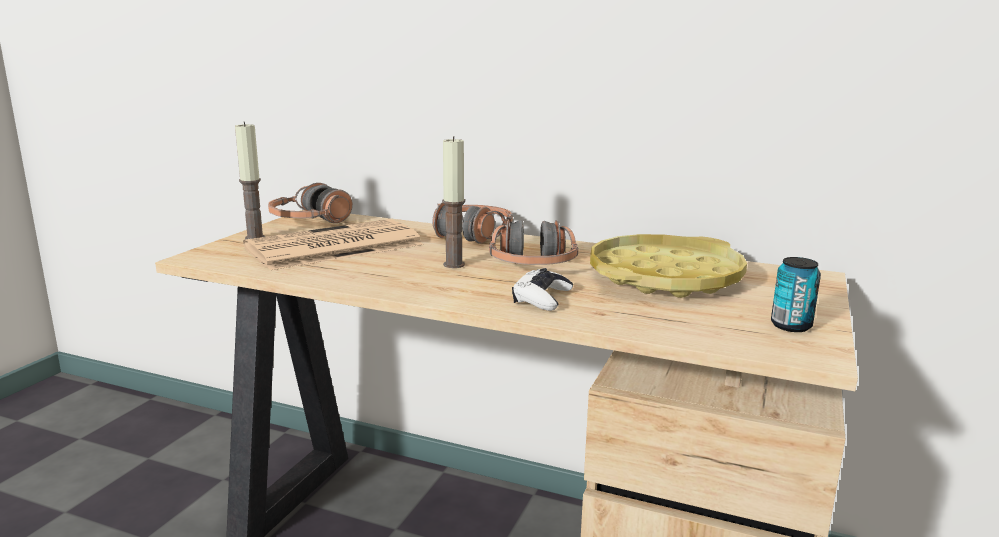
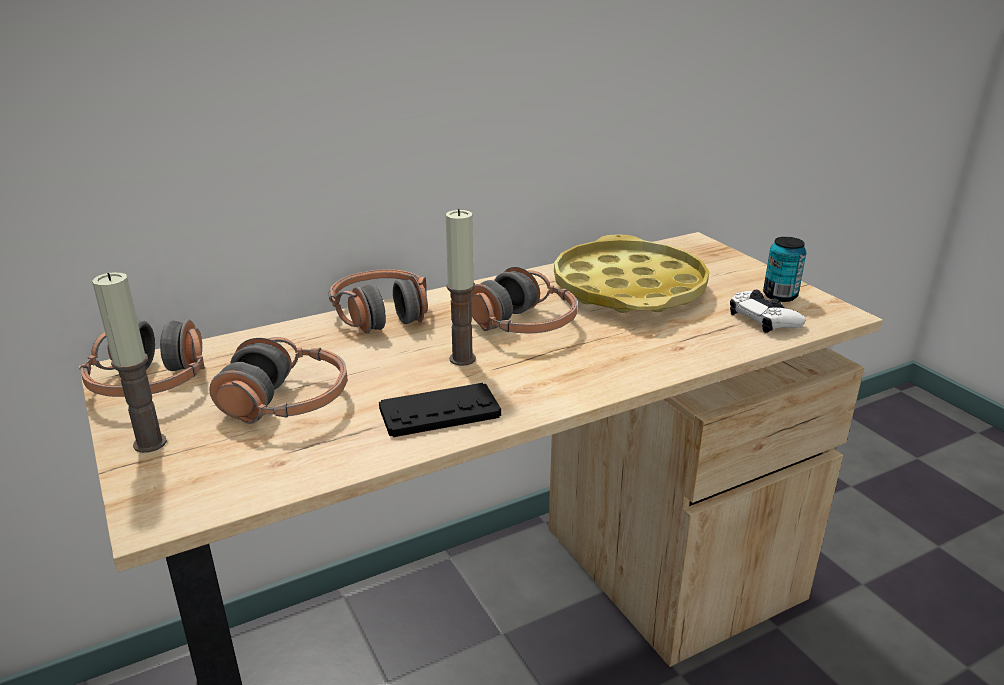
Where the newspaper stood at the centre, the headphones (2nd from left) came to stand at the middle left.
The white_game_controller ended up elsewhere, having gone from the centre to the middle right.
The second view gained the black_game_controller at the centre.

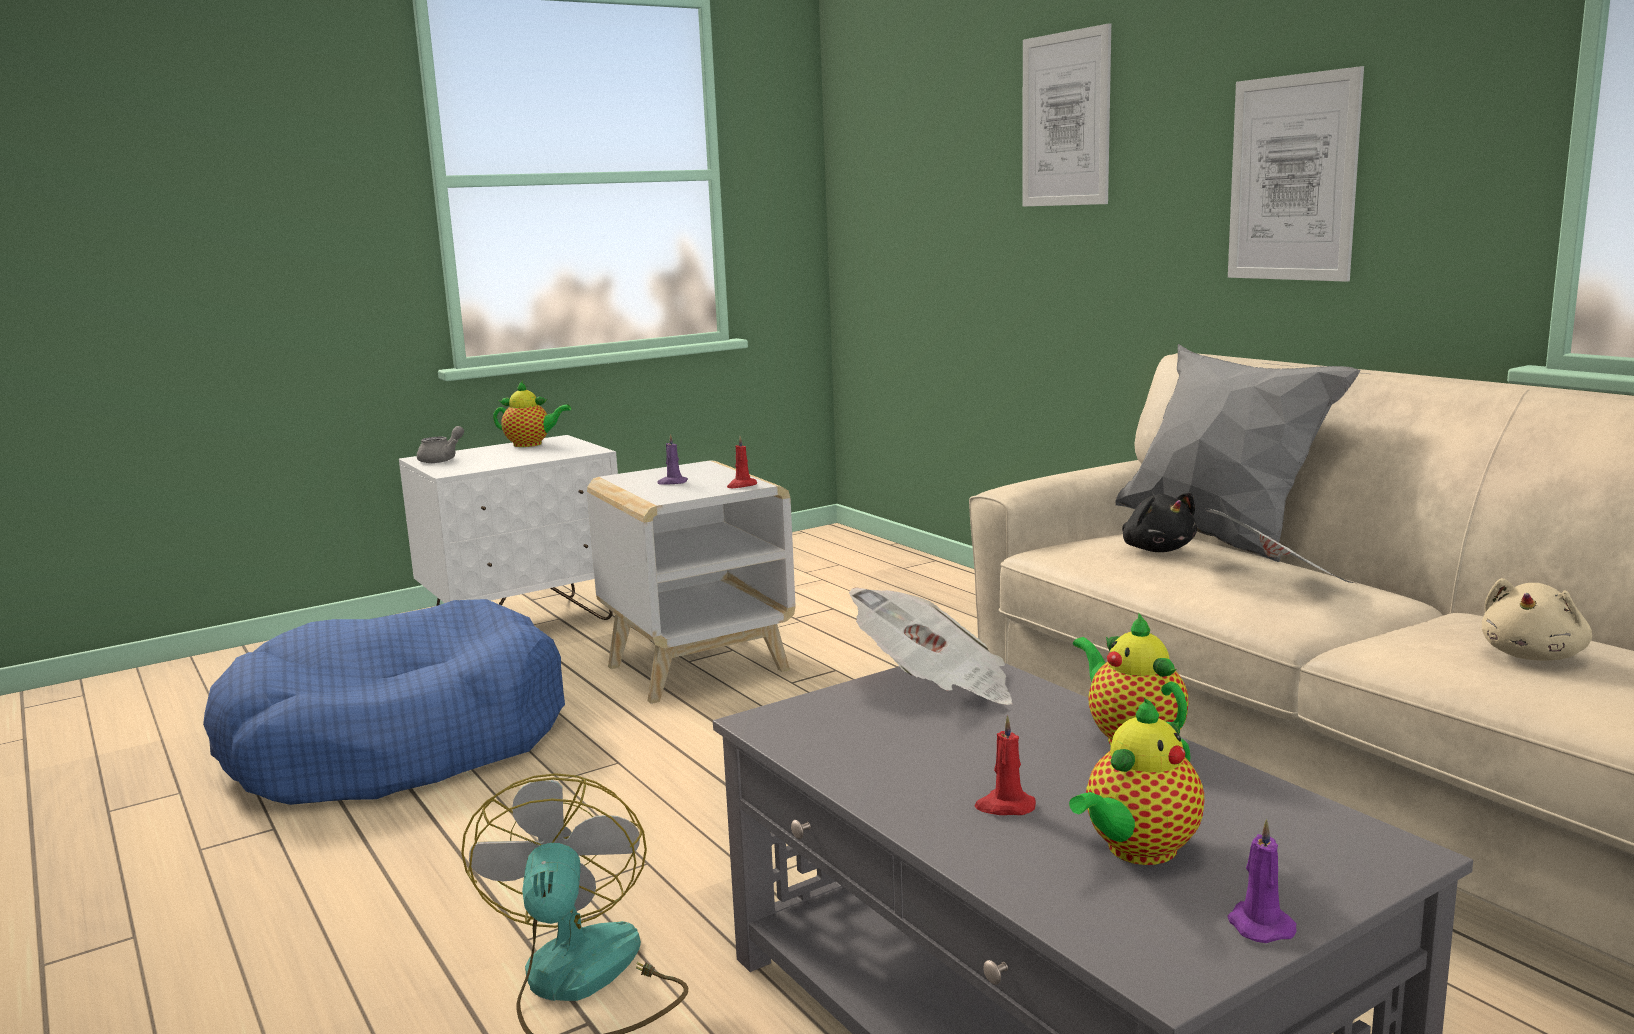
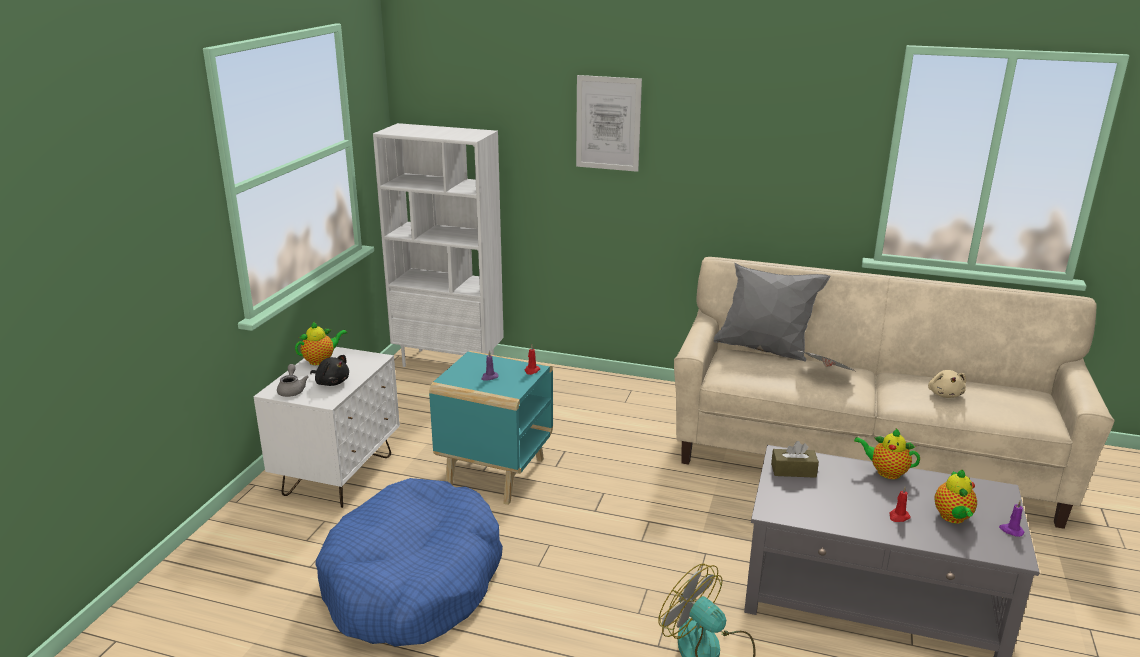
What was the white_side_table at the centre turned into the turquoise_side_table at the centre.
Where the newspaper (1st from left) stood at the centre, the brown_tissue_box came to stand at the bottom right.
The black_plush_toy ended up elsewhere, having gone from the middle right to the middle left.
The second view lost the picture (2nd from left) at the top right.
The second view gained the white_bookcase at the centre.

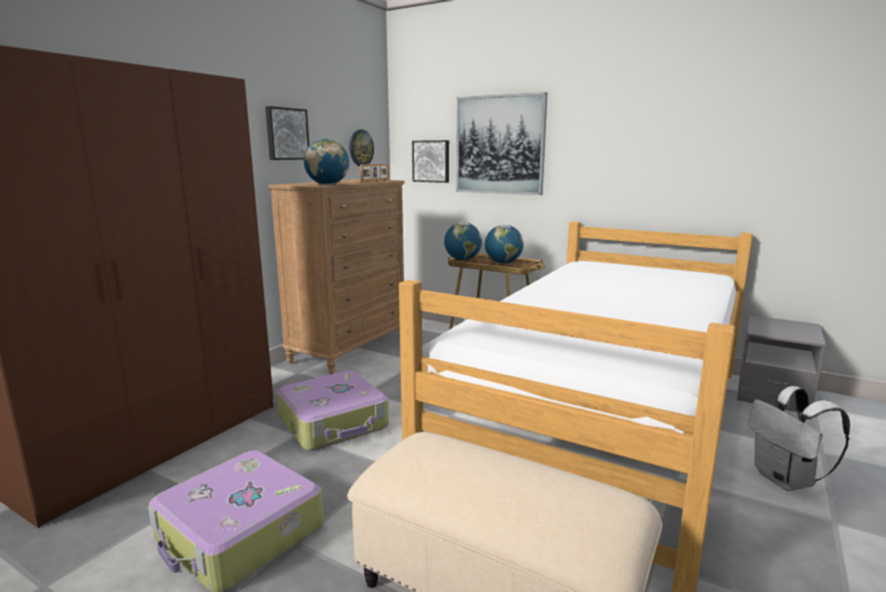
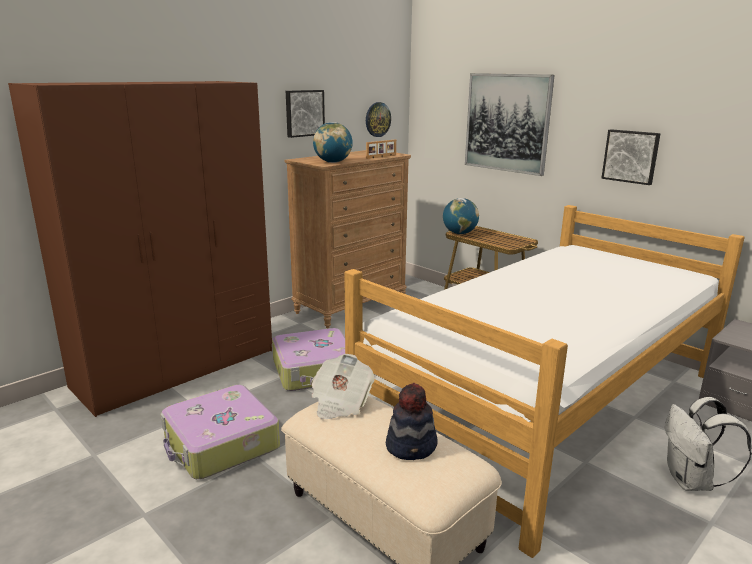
The picture (2nd from left in the first image) ended up elsewhere, having gone from the top centre to the top right.
The second view lost the globe (3rd from left) at the centre.
The second view gained the newspaper at the bottom centre.
The second view gained the hat at the bottom centre.

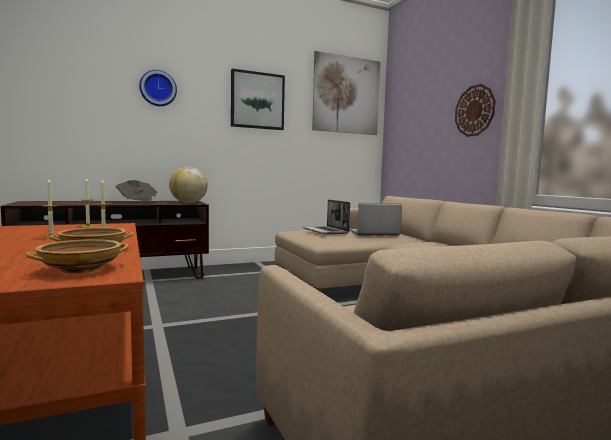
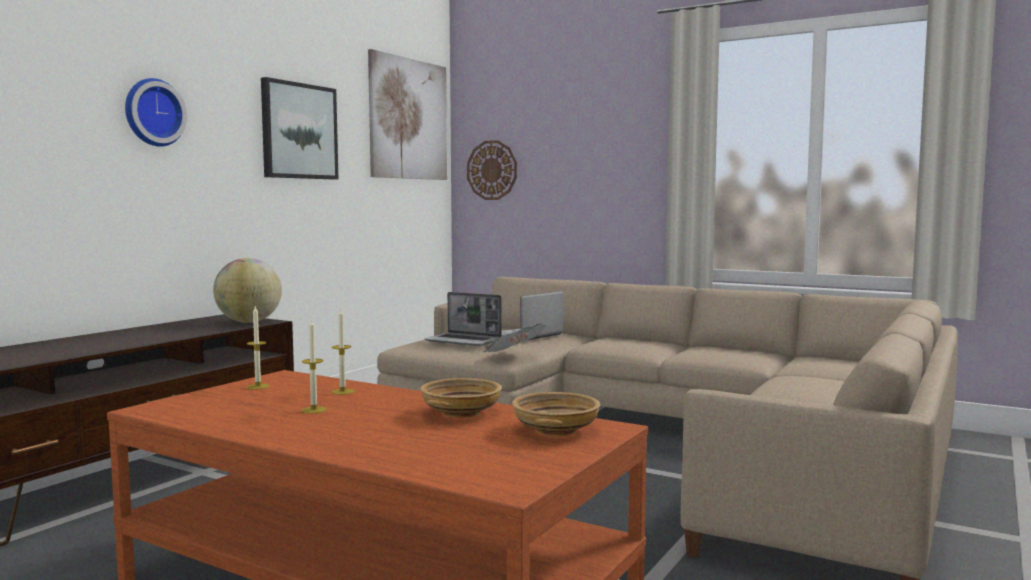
The newspaper ended up elsewhere, having gone from the middle left to the centre.
The wall_clock (2nd from left) ended up elsewhere, having gone from the top right to the top centre.

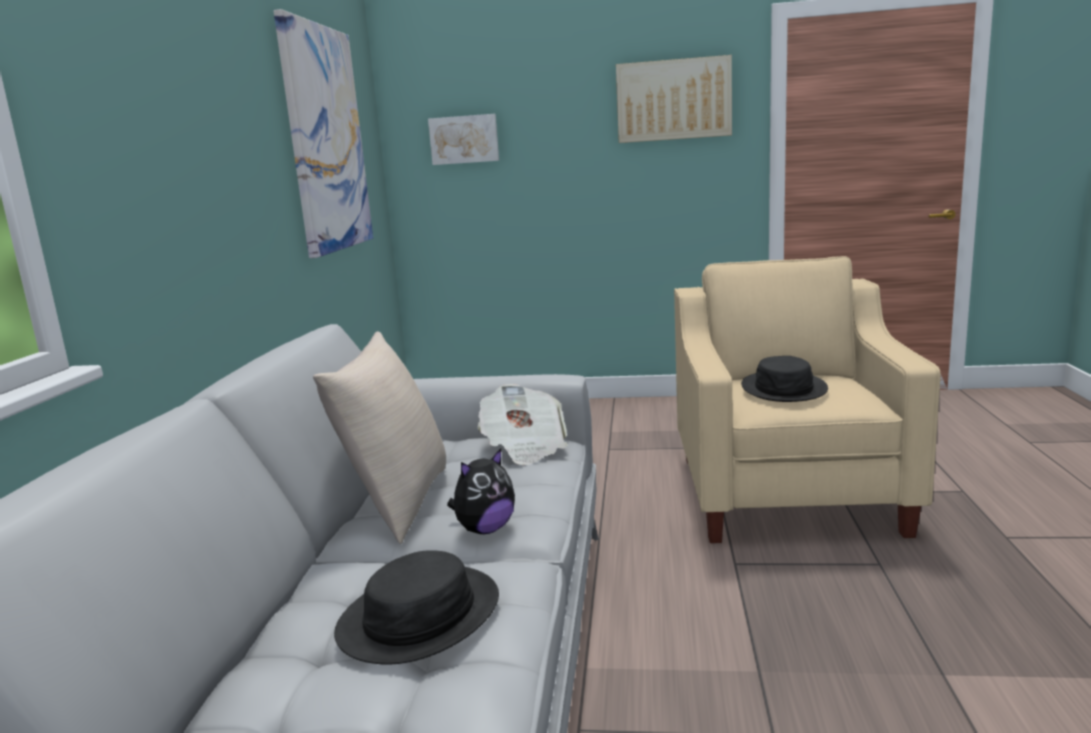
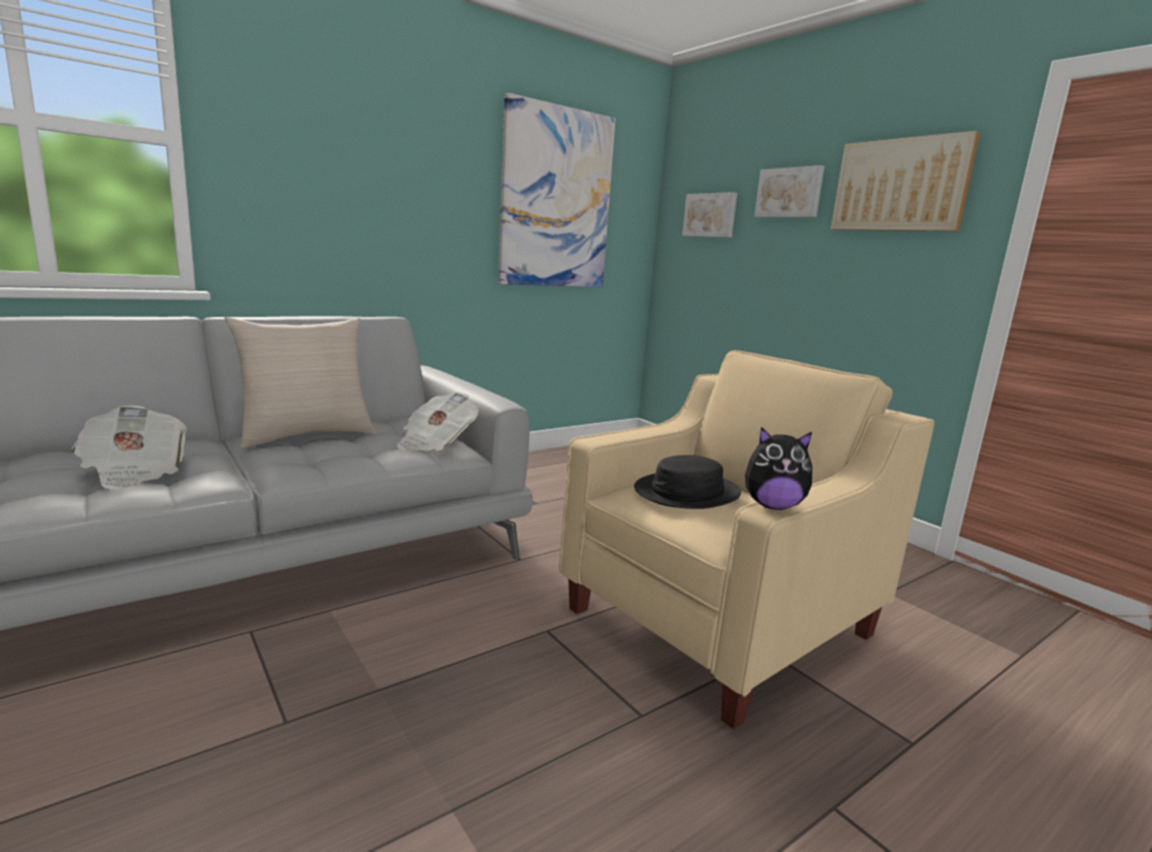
Where the black_hat (1st from left) stood at the bottom centre, the newspaper (1st from left) came to stand at the middle left.
The plush_toy ended up elsewhere, having gone from the bottom centre to the middle right.
The second view gained the picture (3rd from left) at the top right.

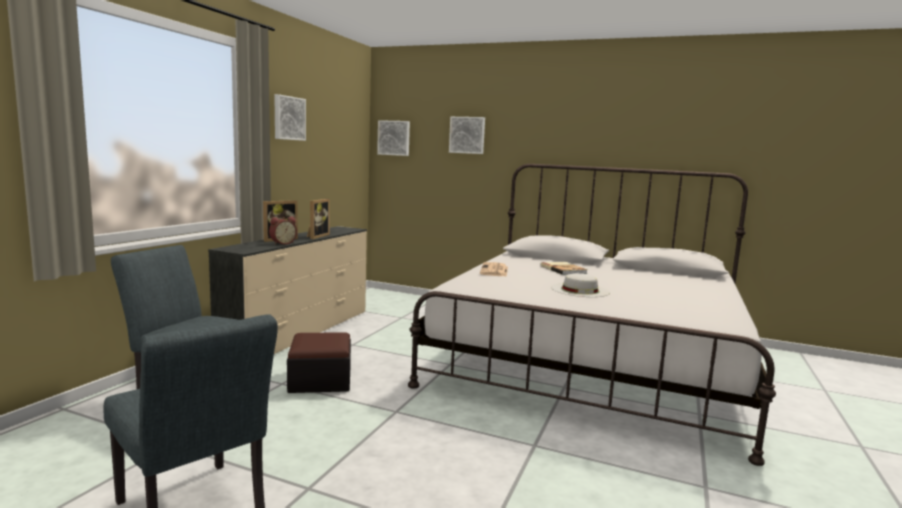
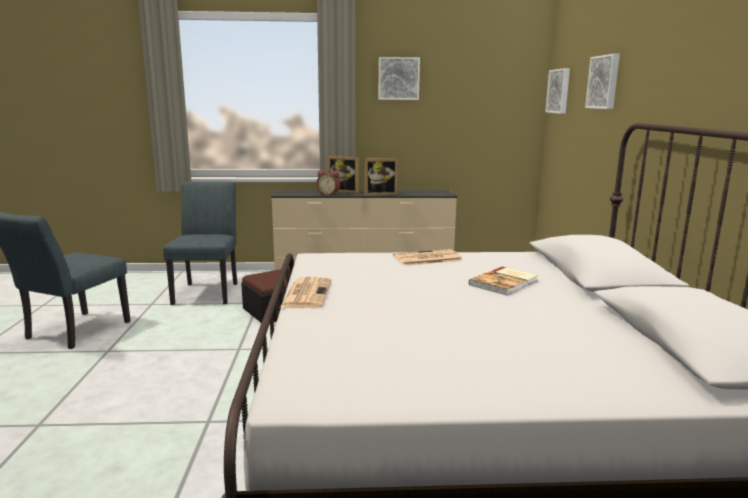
The second view lost the white_hat at the centre.
The second view gained the newspaper (1st from left) at the centre.

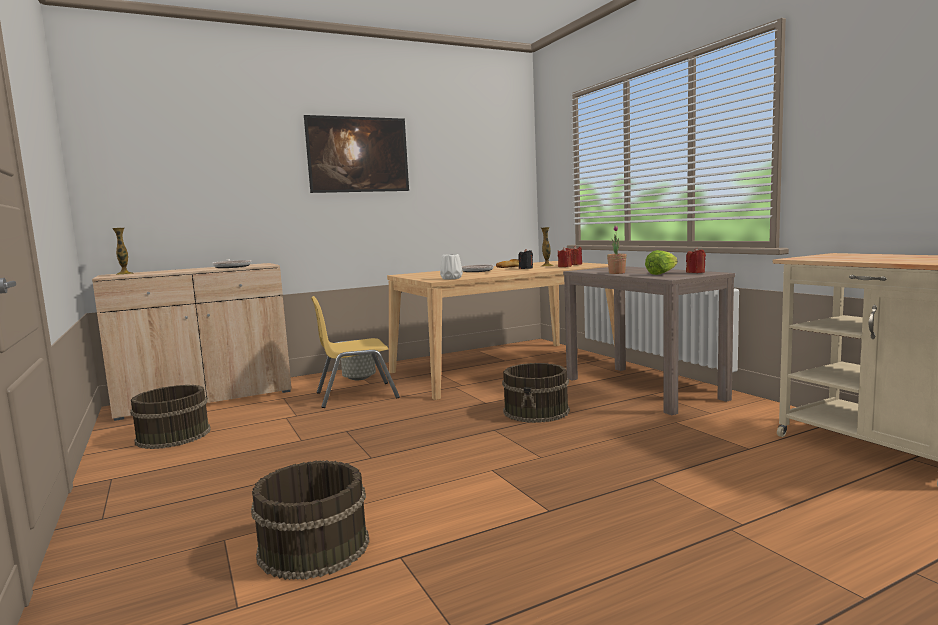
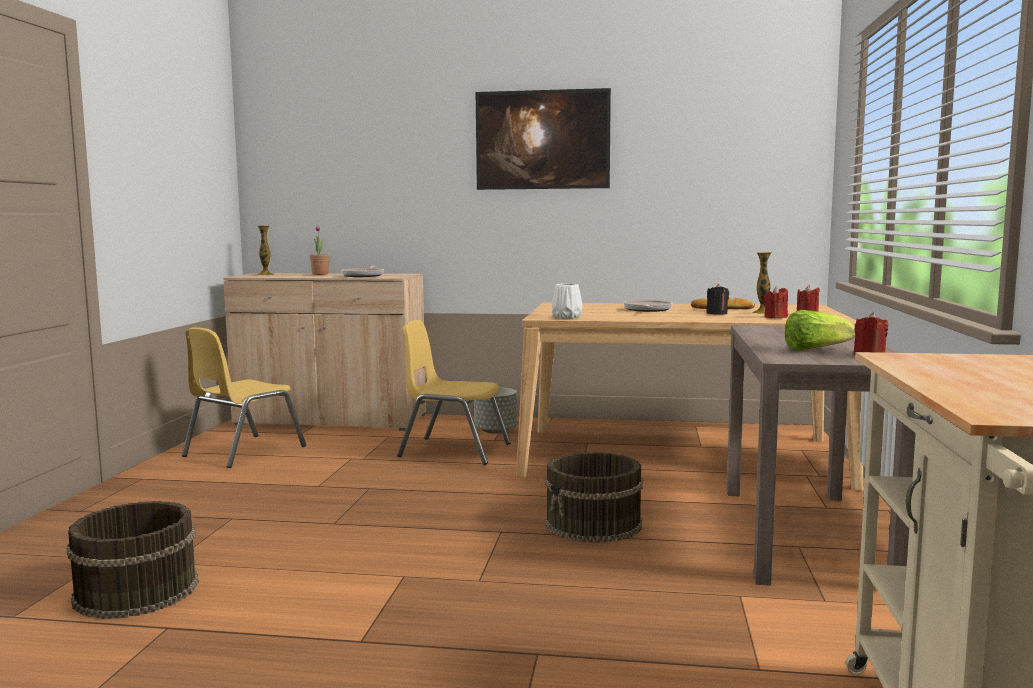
Where the brown_bucket (1st from left) stood at the bottom left, the yellow_chair (1st from left) came to stand at the middle left.
The potted_plant ended up elsewhere, having gone from the centre to the middle left.

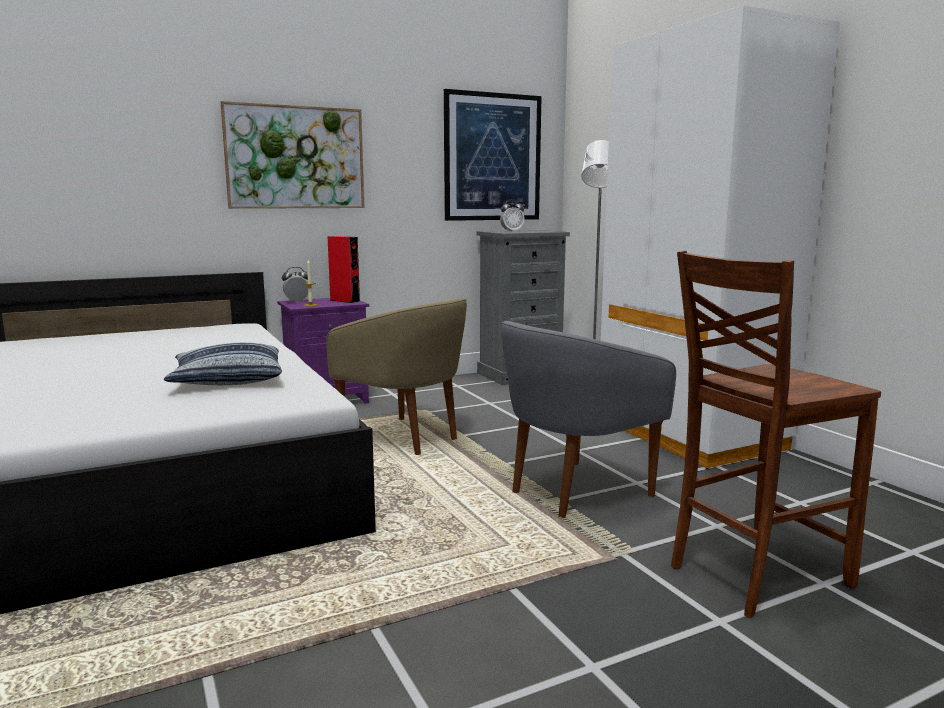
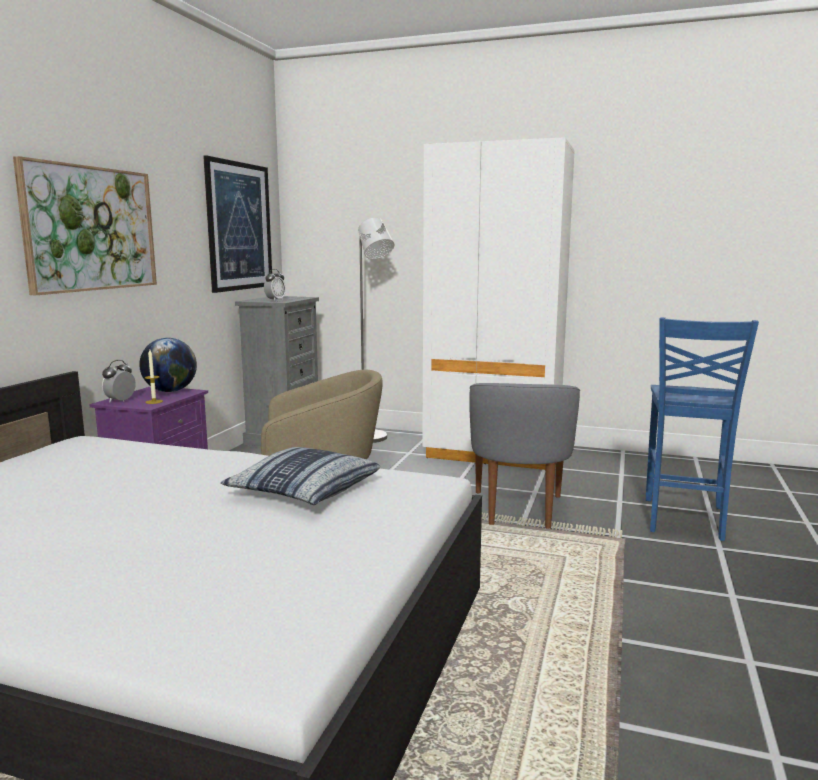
Where the red_speaker stood at the centre, the globe came to stand at the middle left.
What was the brown_chair at the middle right turned into the blue_chair at the middle right.

